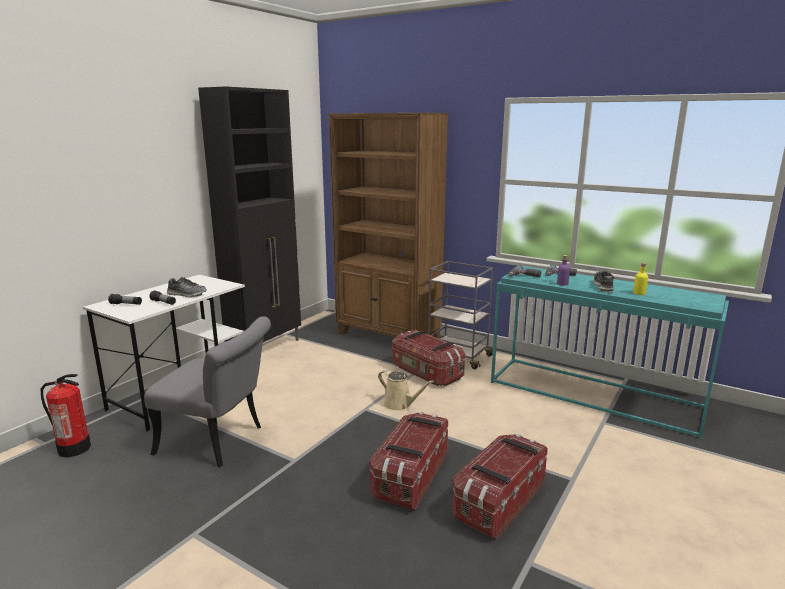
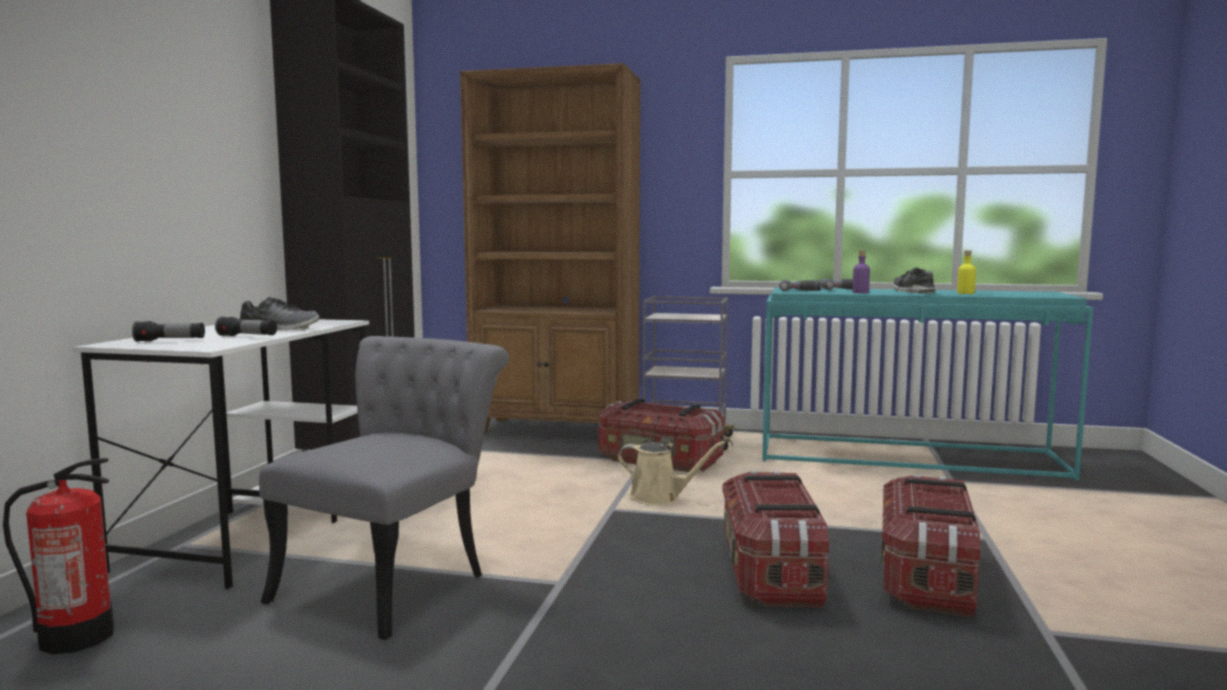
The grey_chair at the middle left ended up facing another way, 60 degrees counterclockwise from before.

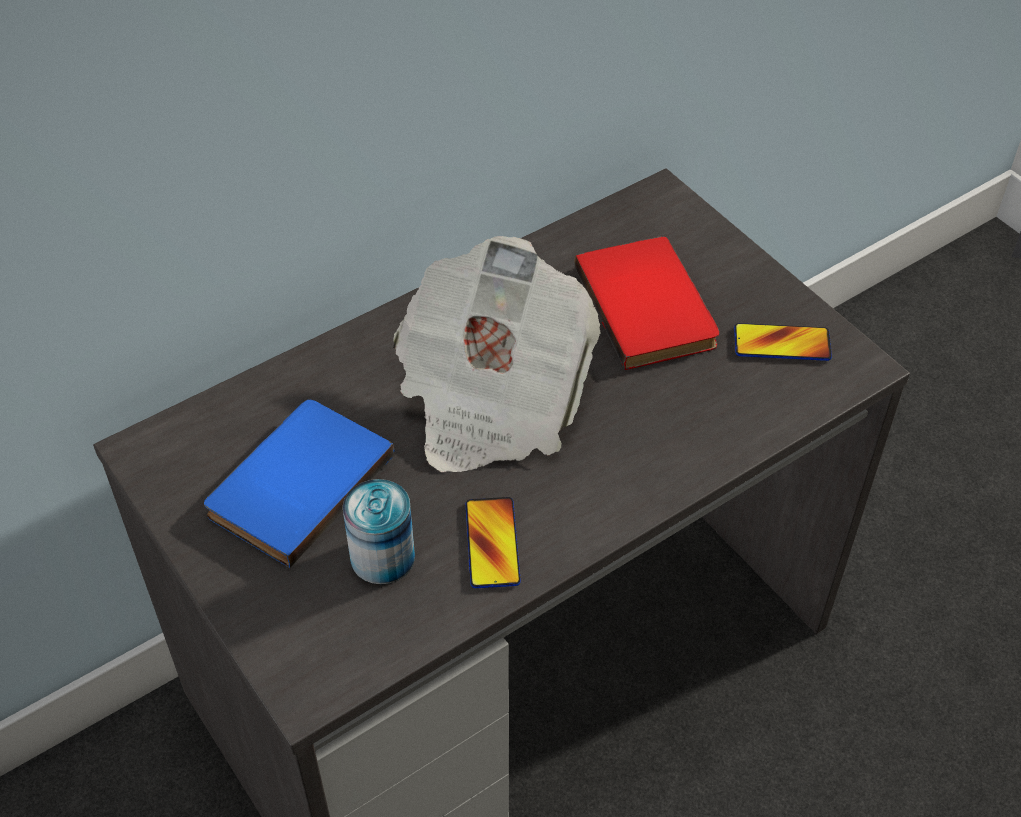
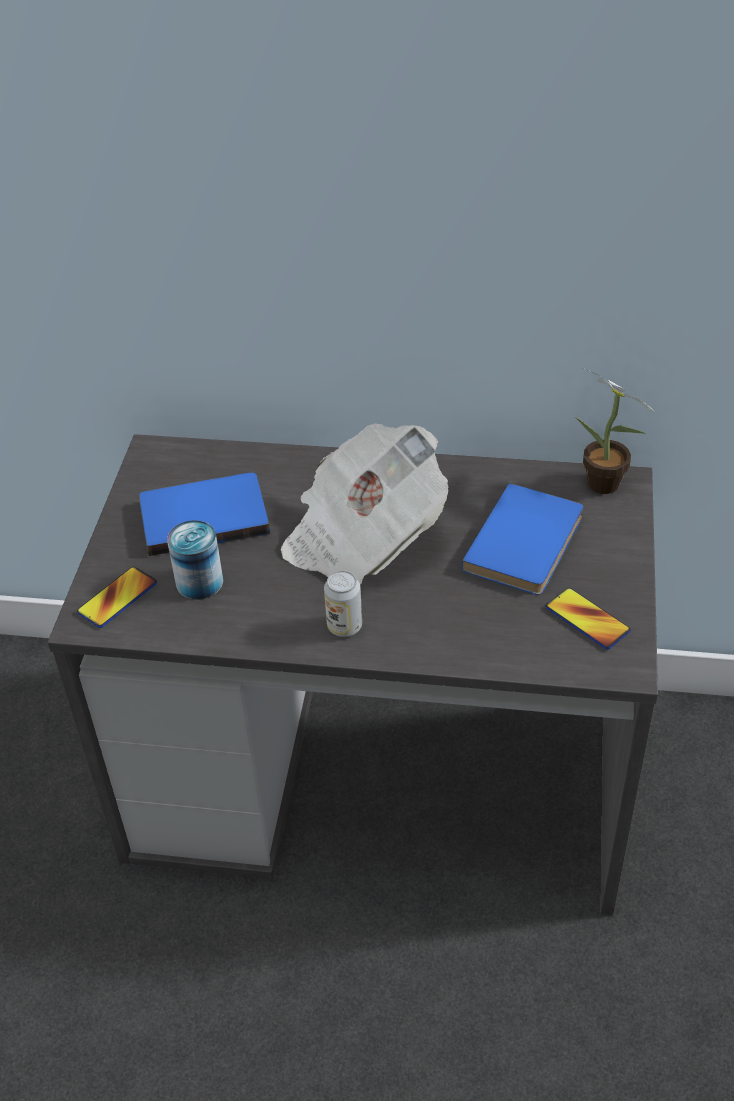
The phone (1st from left) ended up elsewhere, having gone from the centre to the middle left.
What was the red_book at the centre turned into the blue_book (2nd from left) at the middle right.
The second view gained the can (2nd from left) at the centre.
The second view gained the potted_plant at the middle right.

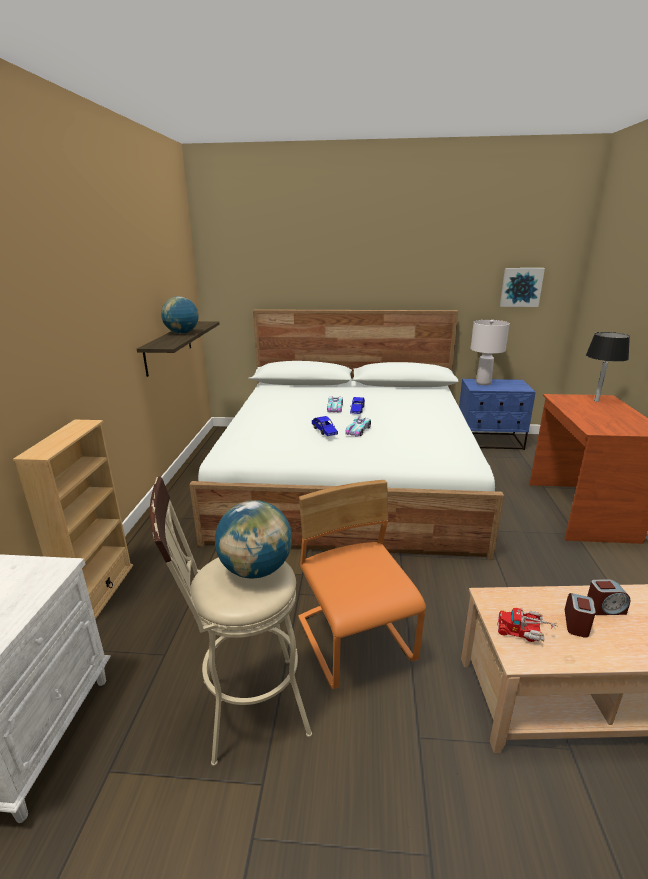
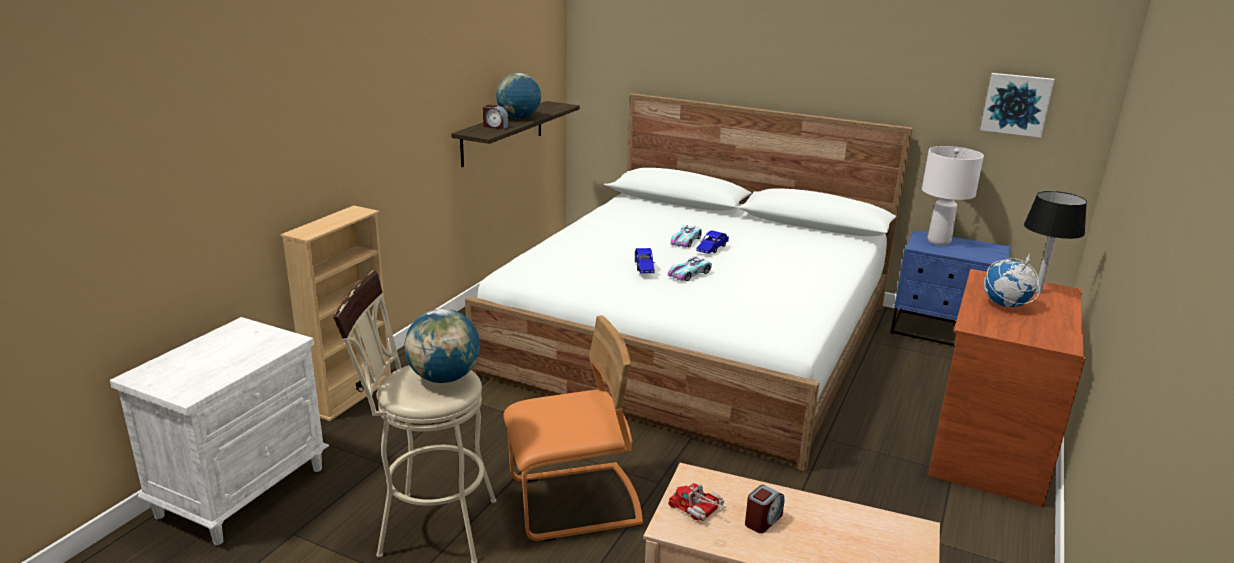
The orange_chair at the centre ended up facing another way, 75 degrees clockwise from before.
The alarm_clock (2nd from left in the first image) ended up elsewhere, having gone from the bottom right to the top centre.
The second view gained the globe (3rd from left) at the middle right.

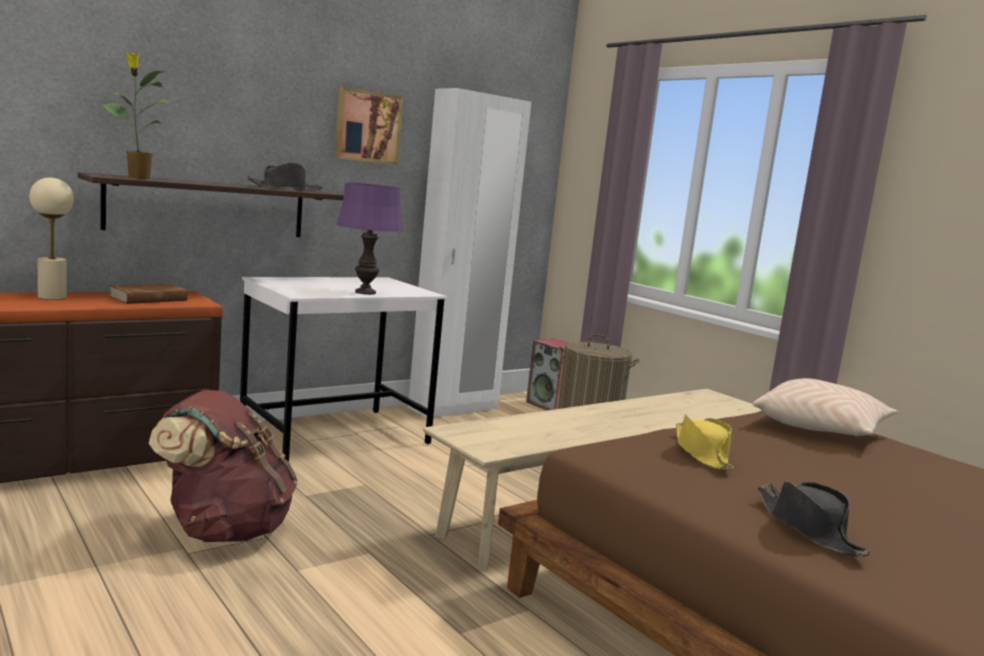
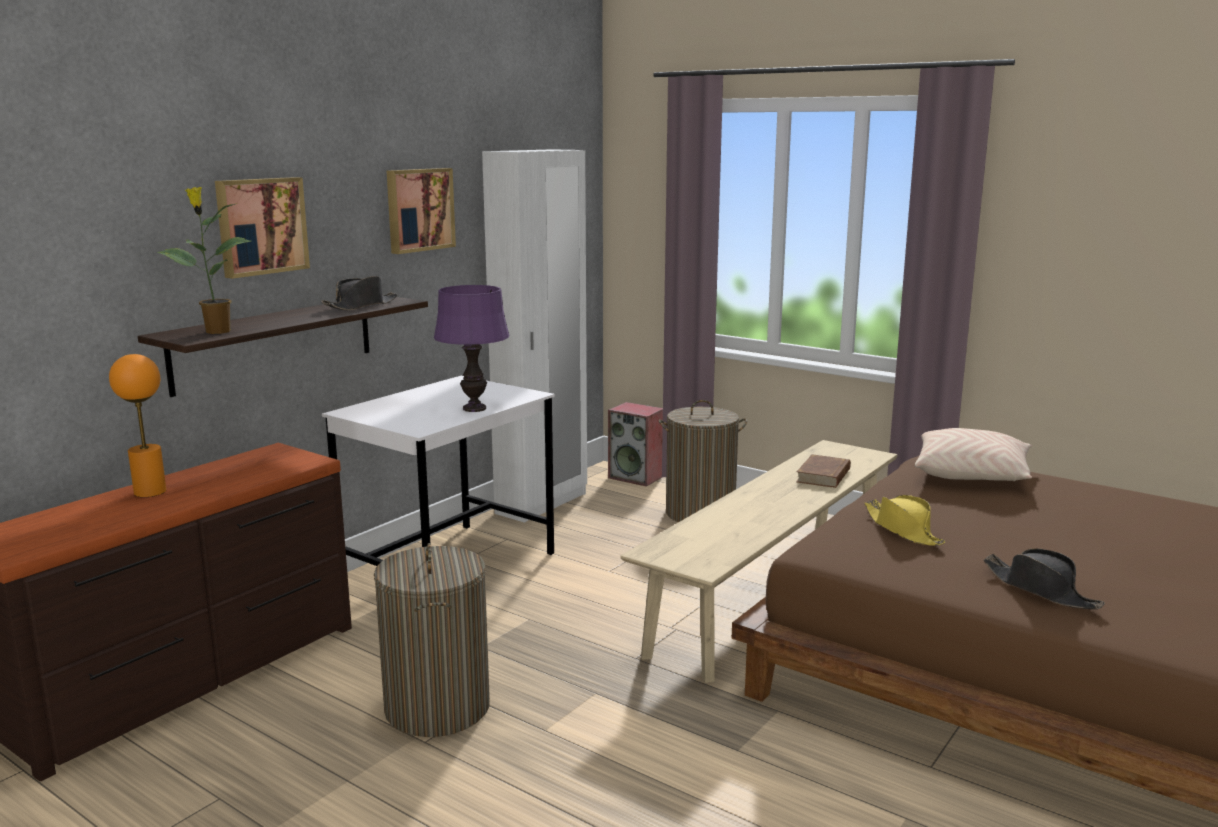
What was the beige_table_lamp at the middle left turned into the orange_table_lamp at the middle left.
The brown_book ended up elsewhere, having gone from the middle left to the middle right.
Where the brown_backpack stood at the bottom left, the laundry_basket (1st from left) came to stand at the bottom centre.
The second view gained the picture (1st from left) at the top left.

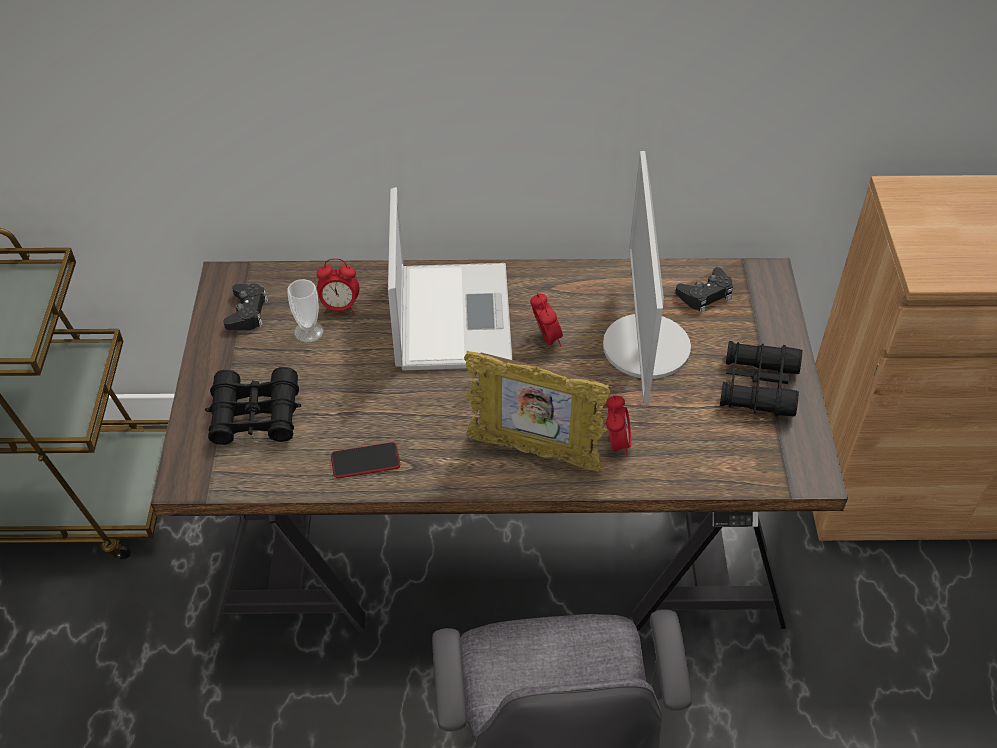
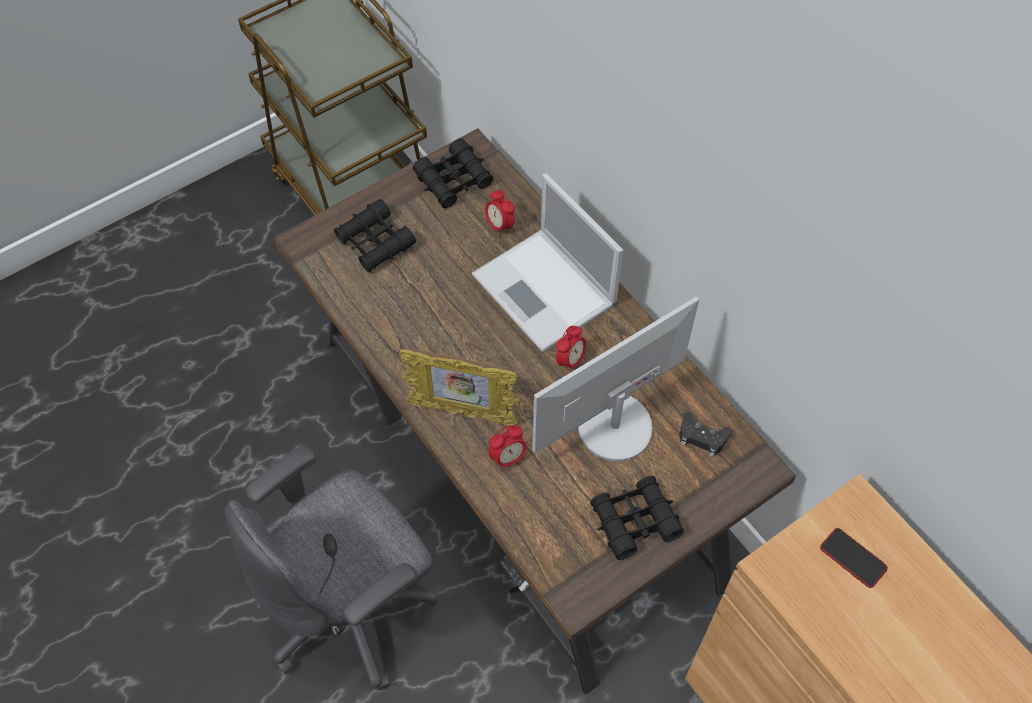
Where the black_game_controller (1st from left) stood at the middle left, the black_binoculars (2nd from left) came to stand at the top centre.
The second view lost the cup at the middle left.
The phone ended up elsewhere, having gone from the centre to the bottom right.
The laptop at the centre ended up facing another way, 90 degrees clockwise from before.
The picture_frame at the centre ended up facing another way, 60 degrees counterclockwise from before.

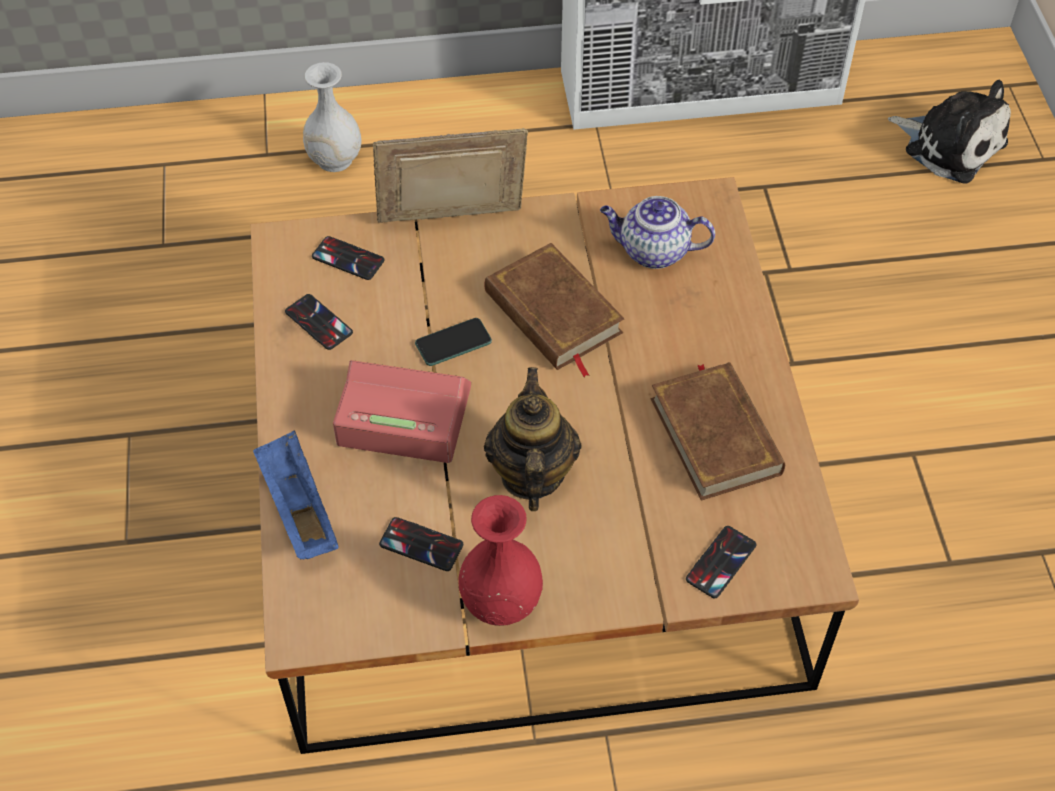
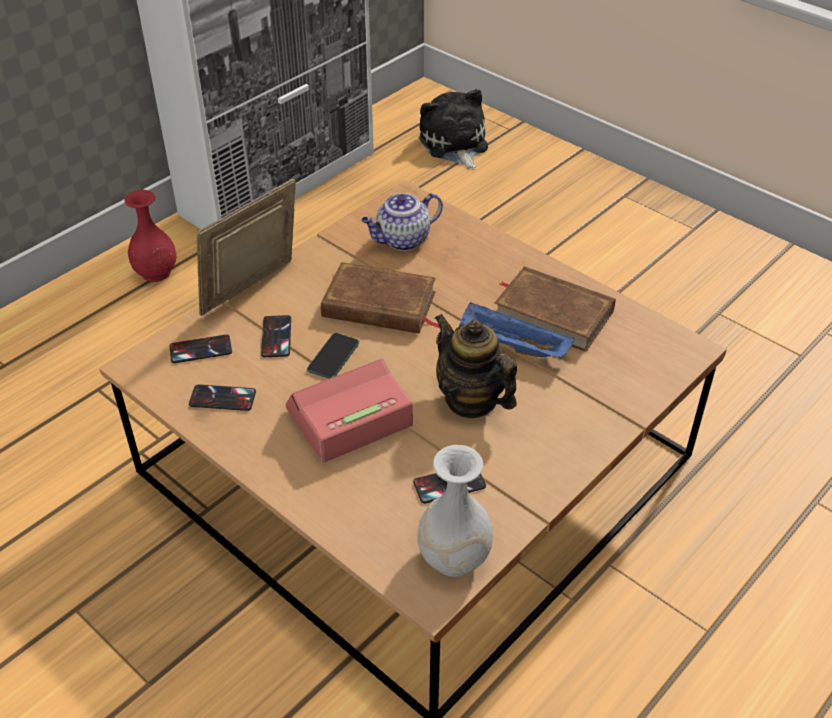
The blue_tray ended up elsewhere, having gone from the middle left to the centre.
The white_vase ended up elsewhere, having gone from the top left to the bottom centre.
The red_vase ended up elsewhere, having gone from the bottom centre to the top left.
The phone (5th from left in the first image) ended up elsewhere, having gone from the bottom right to the middle left.
The plush_toy at the top right ended up facing another way, 105 degrees counterclockwise from before.

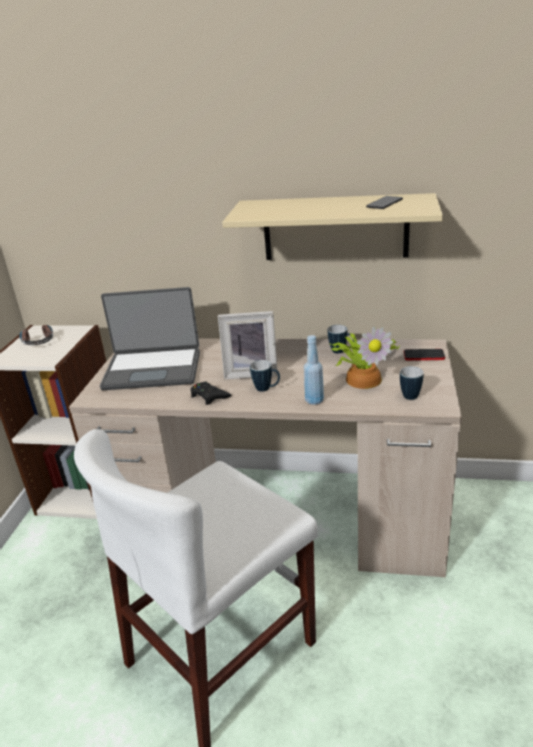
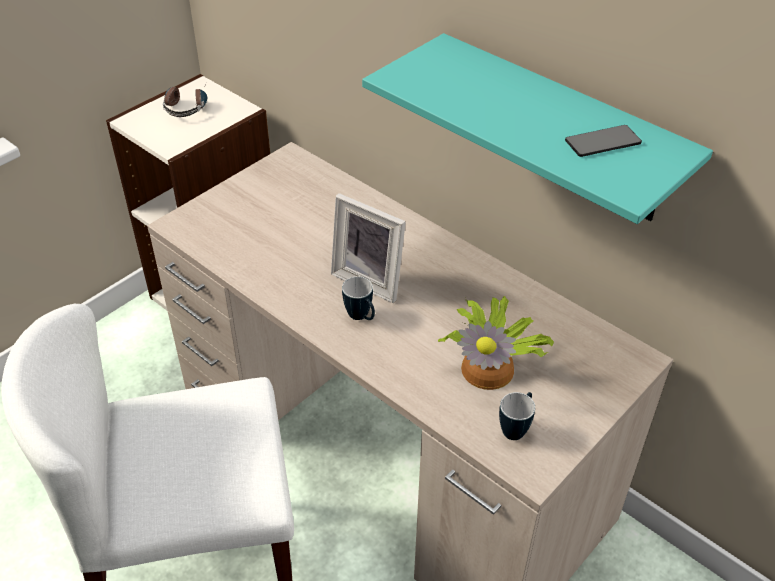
The second view lost the laptop at the middle left.
The second view lost the black_game_controller at the centre.
What was the beige_shelf at the top centre turned into the turquoise_shelf at the top right.
The second view lost the blue_bottle at the centre.
The second view lost the mug (2nd from left) at the centre.
The second view lost the phone (2nd from left) at the middle right.

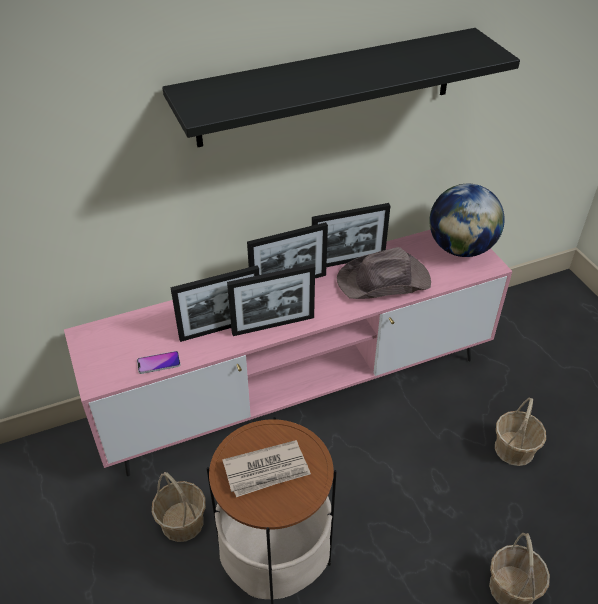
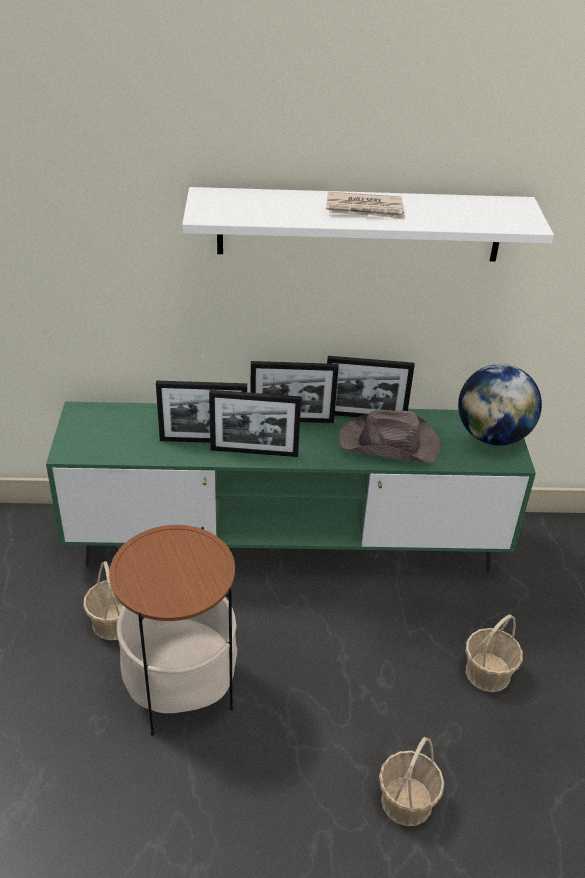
What was the pink_tv_stand at the centre turned into the green_tv_stand at the centre.
The second view lost the phone at the middle left.
What was the black_shelf at the top centre turned into the white_shelf at the top centre.
The newspaper ended up elsewhere, having gone from the bottom centre to the top centre.

